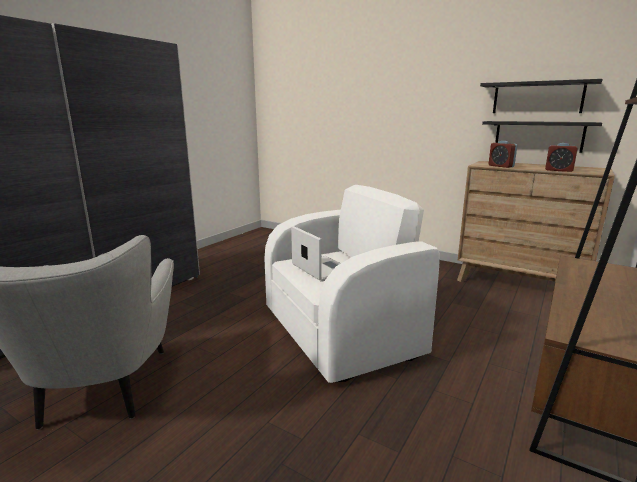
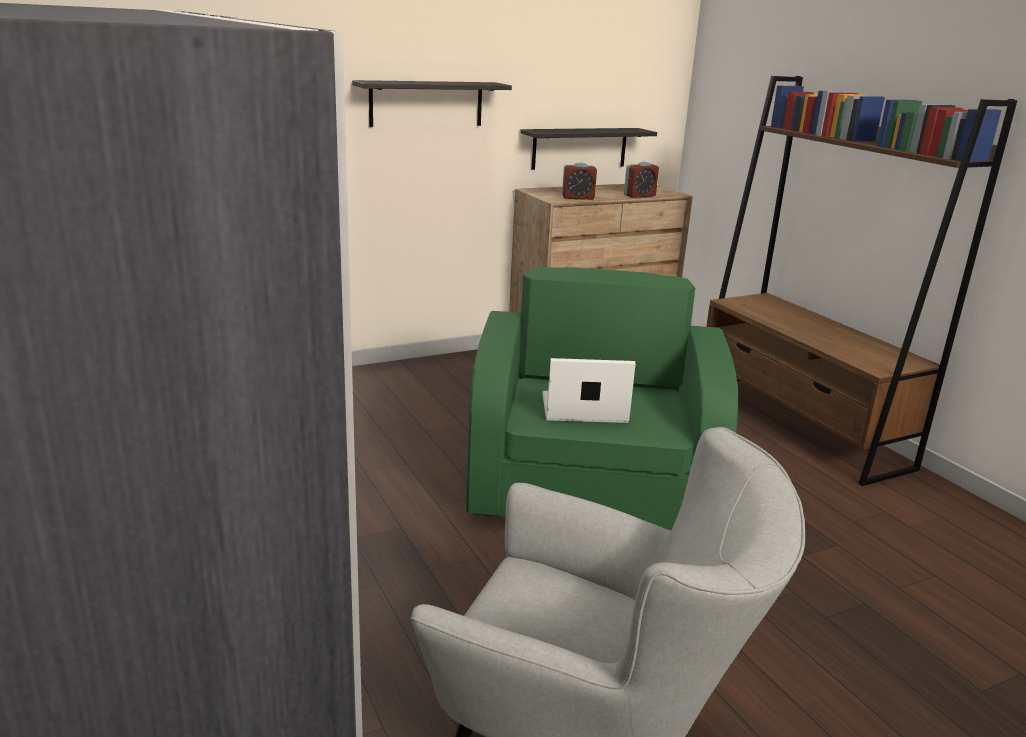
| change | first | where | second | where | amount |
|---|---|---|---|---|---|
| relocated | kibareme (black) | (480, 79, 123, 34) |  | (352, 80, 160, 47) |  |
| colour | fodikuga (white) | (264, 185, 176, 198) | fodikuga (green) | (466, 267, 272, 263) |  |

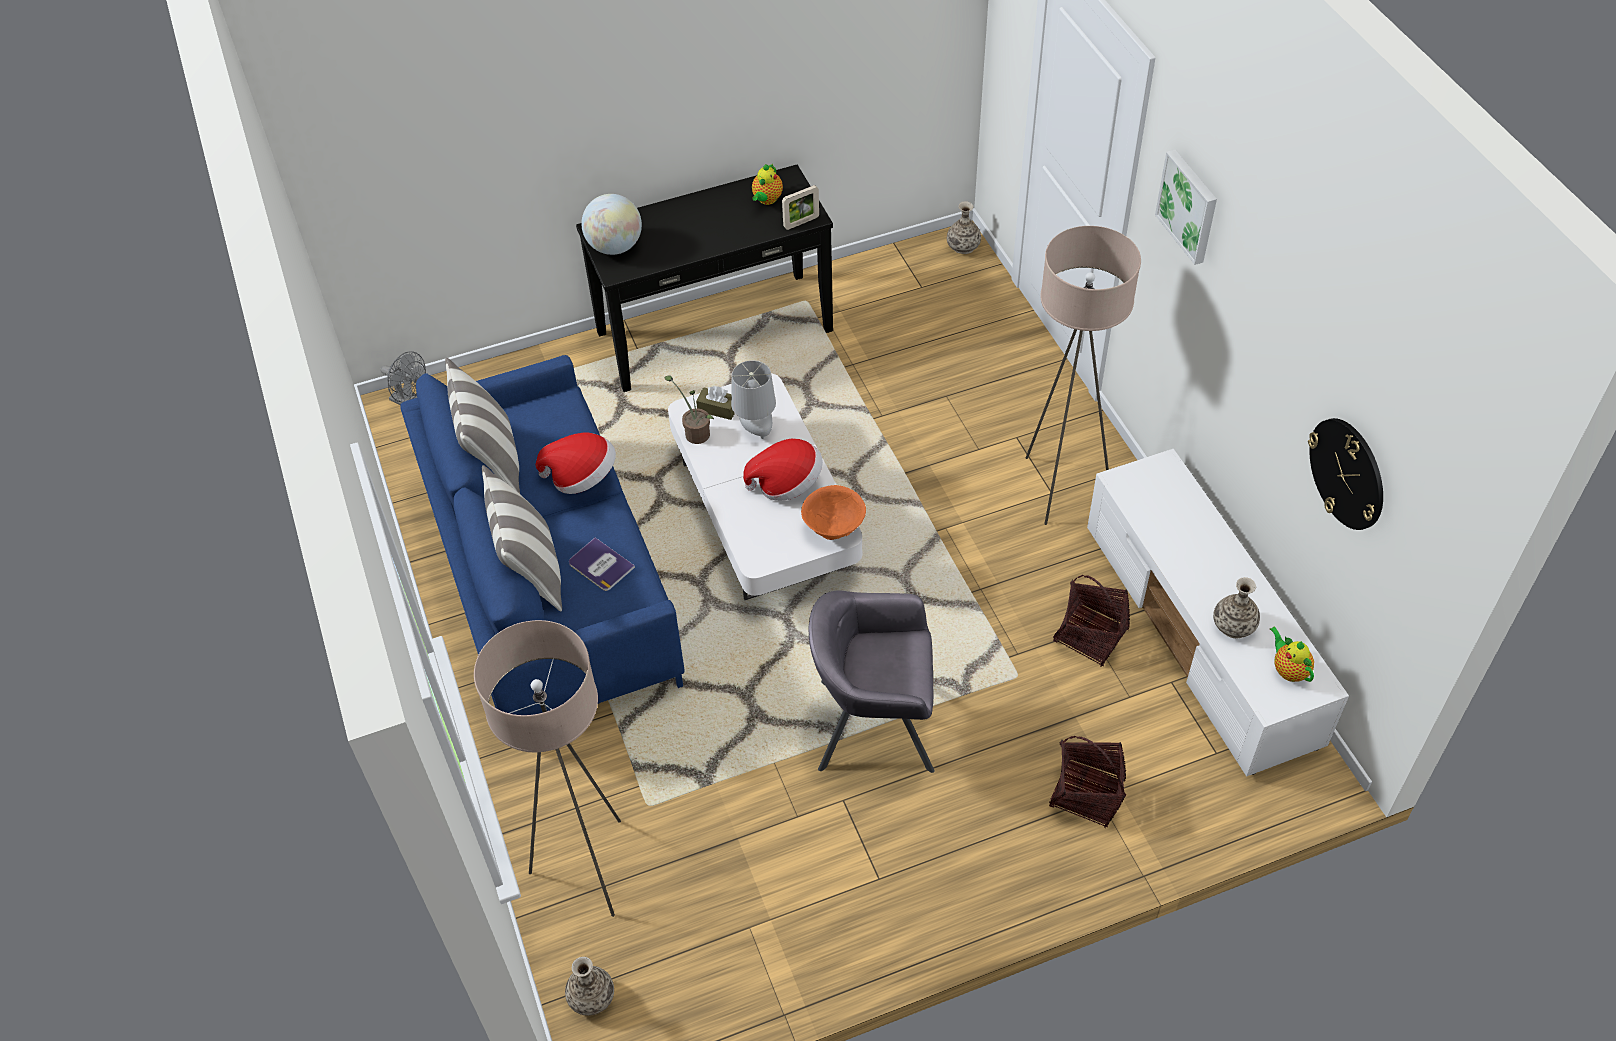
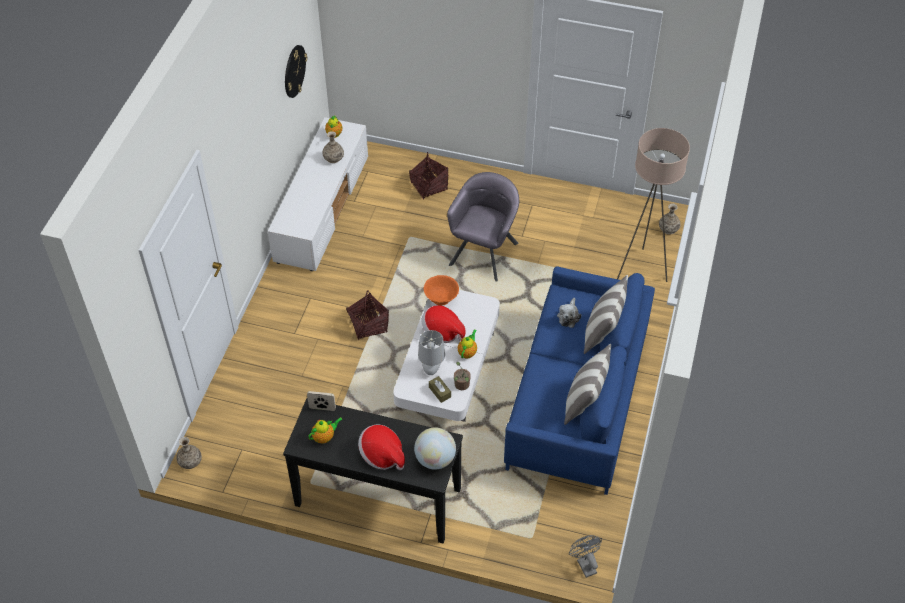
| change | first | where | second | where | amount |
|---|---|---|---|---|---|
| missing | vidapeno | (1155, 150, 62, 115) |  |  |  |
| missing | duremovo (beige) | (1025, 226, 116, 299) |  |  |  |
| relocated | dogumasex | (535, 433, 81, 61) |  | (358, 425, 47, 45) |  |
| exchanged | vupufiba | (569, 538, 66, 53) | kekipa | (557, 298, 24, 30) |  |
| relocated | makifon | (1053, 575, 77, 92) |  | (346, 290, 43, 50) |  |
| spun | fodikuga (grey) | (809, 590, 126, 183) |  | (447, 172, 72, 110) | 105 degrees counterclockwise |
| appeared |  |  | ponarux | (458, 329, 19, 30) |  |

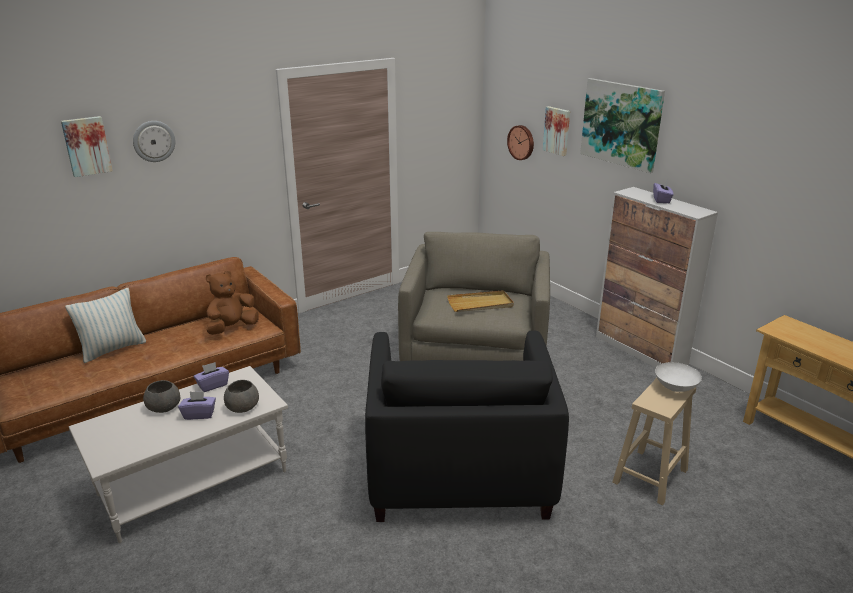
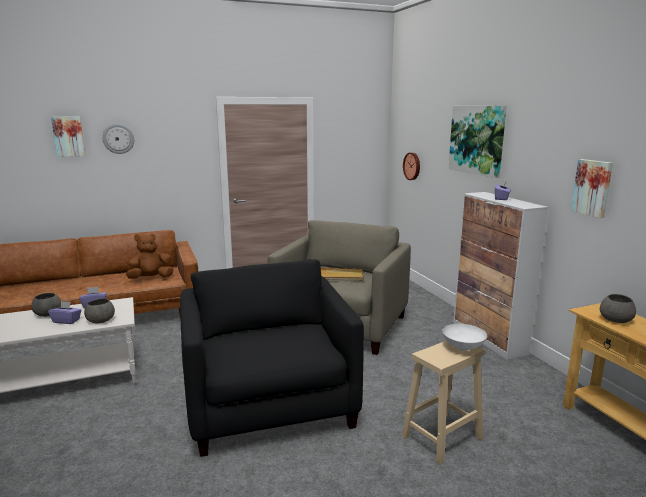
| change | first | where | second | where | amount |
|---|---|---|---|---|---|
| relocated | vidapeno | (543, 106, 27, 50) |  | (571, 159, 42, 59) |  |
| missing | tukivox | (65, 288, 81, 75) |  |  |  |
| spun | fodikuga (black) | (365, 330, 204, 192) |  | (180, 259, 184, 198) | 150 degrees clockwise |
| appeared |  |  | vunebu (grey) | (600, 294, 36, 29) |  |

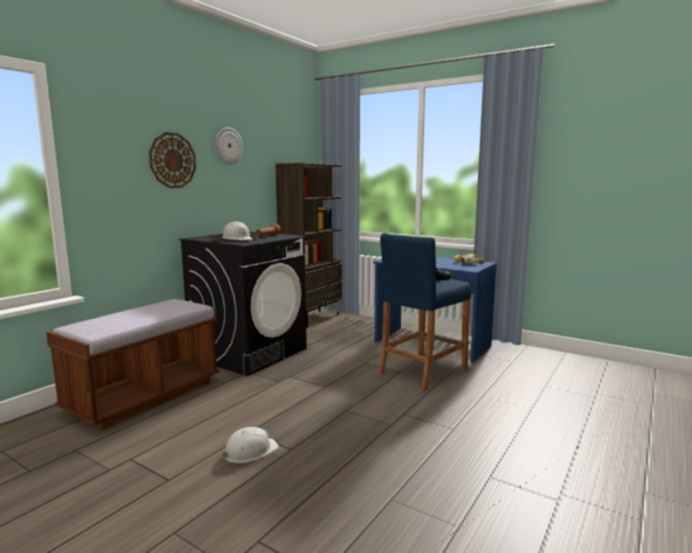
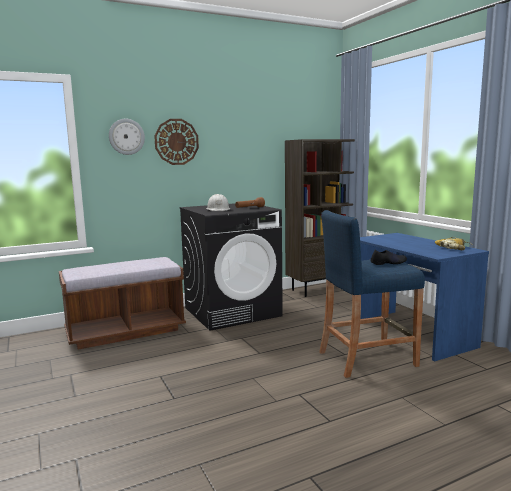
| change | first | where | second | where | amount |
|---|---|---|---|---|---|
| relocated | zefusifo | (215, 127, 28, 37) |  | (109, 119, 36, 36) |  |
| missing | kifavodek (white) | (222, 427, 57, 36) |  |  |  |

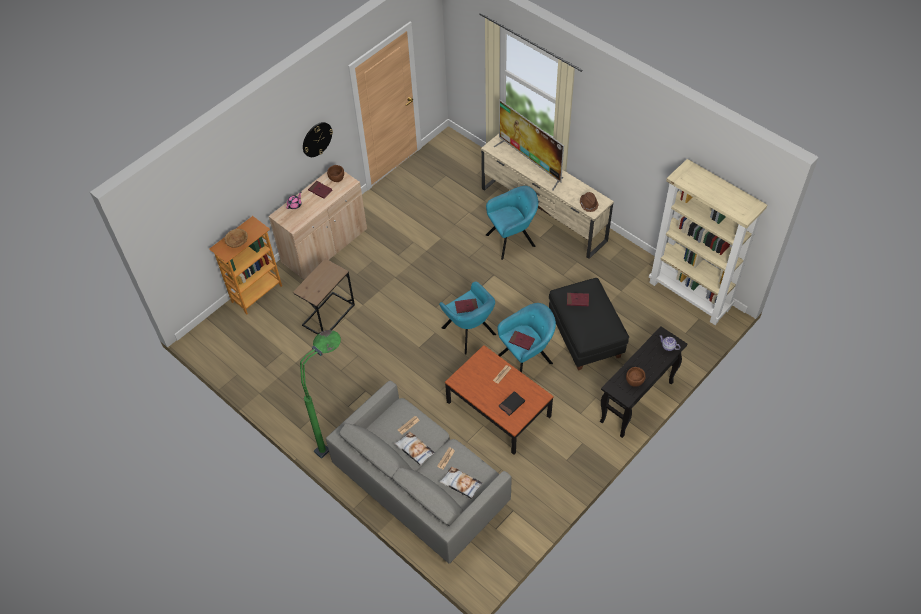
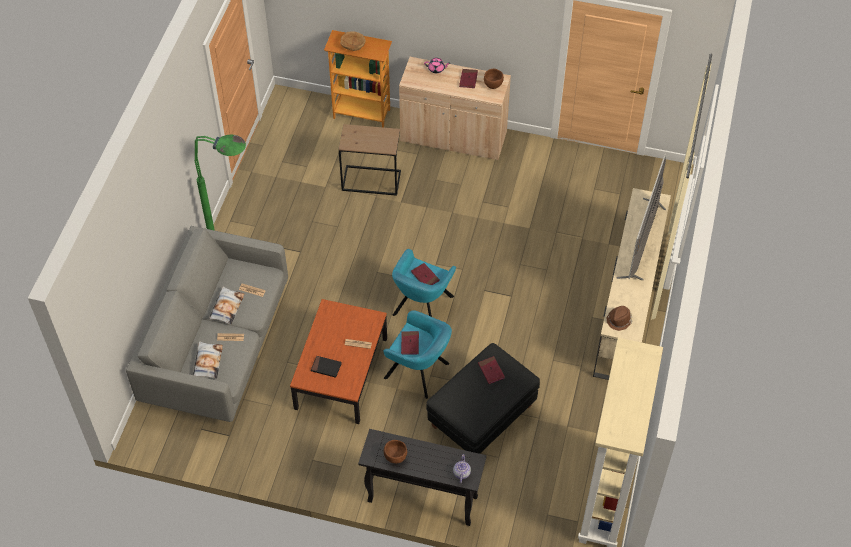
| change | first | where | second | where | amount |
|---|---|---|---|---|---|
| missing | zefusifo | (303, 122, 30, 35) |  |  |  |
| missing | fodikuga (turquoise) | (486, 186, 52, 74) |  |  |  |

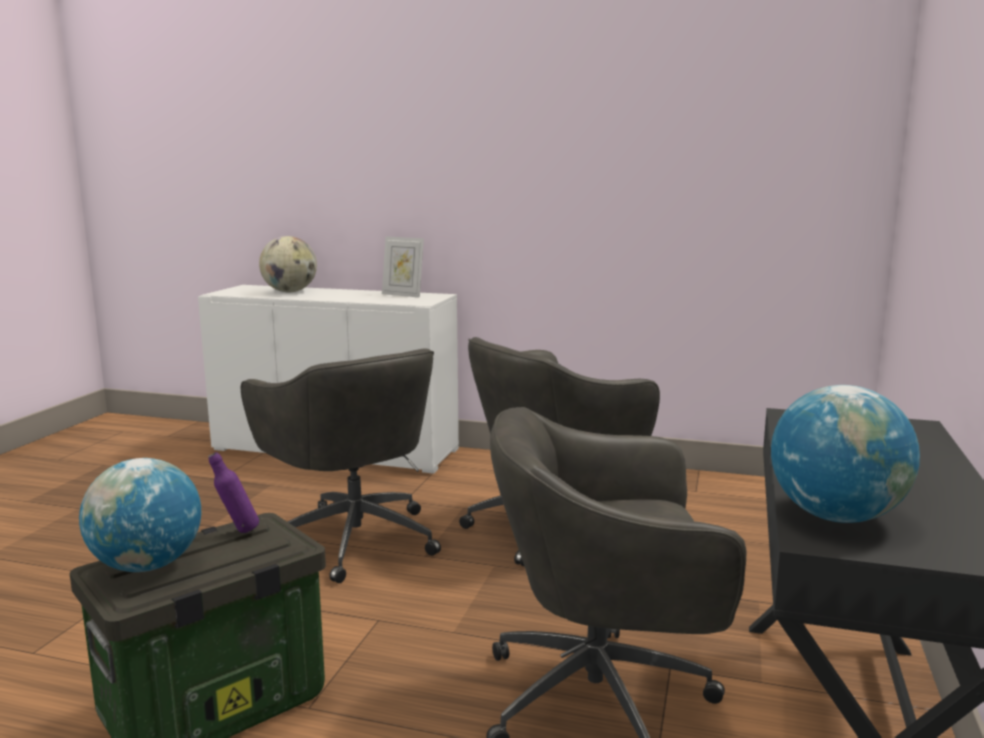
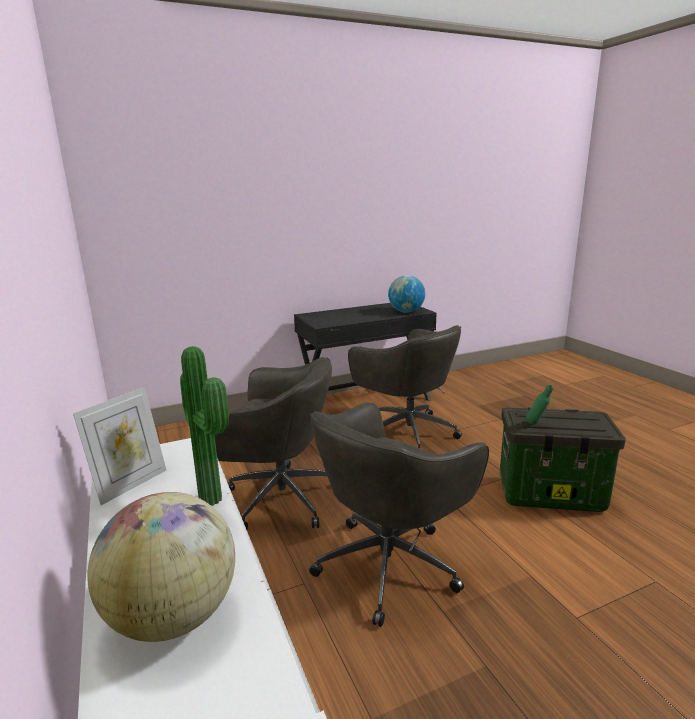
| change | first | where | second | where | amount |
|---|---|---|---|---|---|
| spun | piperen | (382, 236, 42, 62) |  | (73, 387, 93, 118) | 45 degrees clockwise |
| spun | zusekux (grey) | (241, 348, 200, 235) |  | (309, 402, 180, 225) | 150 degrees counterclockwise |
| colour | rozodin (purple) | (208, 452, 51, 81) | rozodin (green) | (526, 385, 27, 40) |  |
| missing | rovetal | (79, 458, 122, 114) |  |  |  |
| appeared |  |  | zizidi | (180, 346, 49, 160) |  |

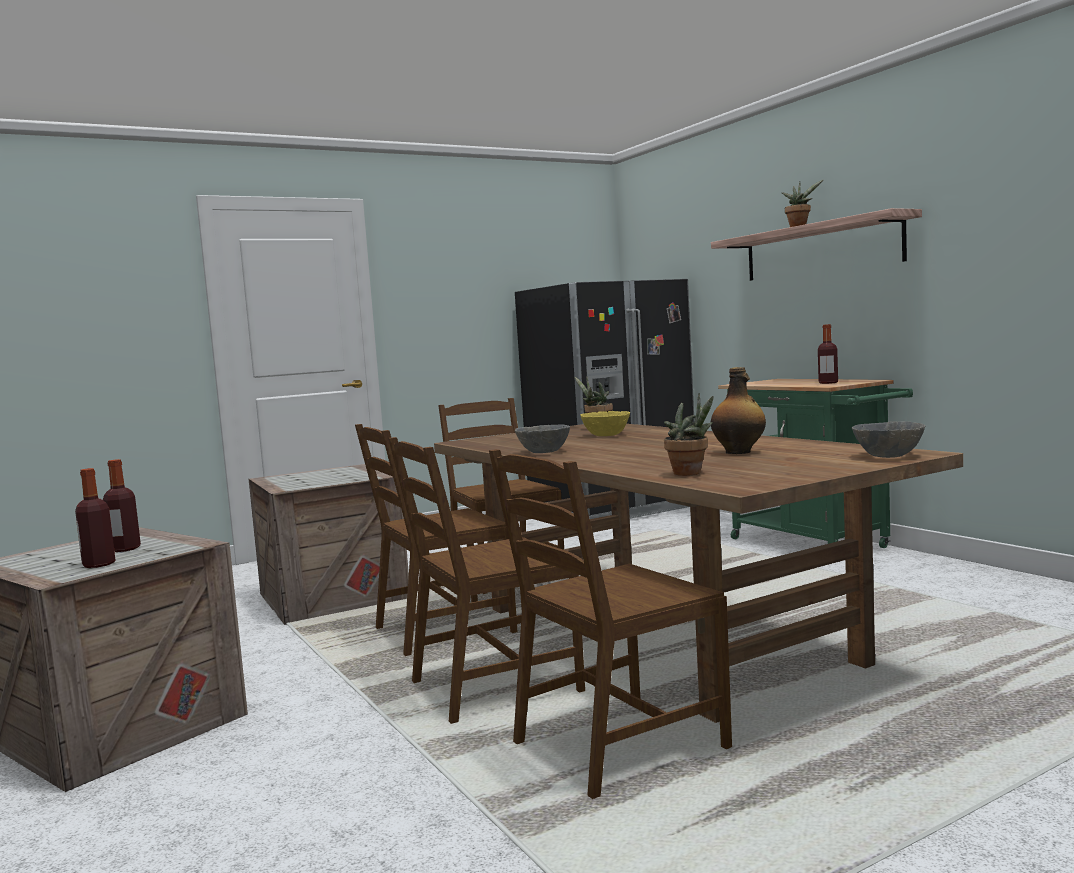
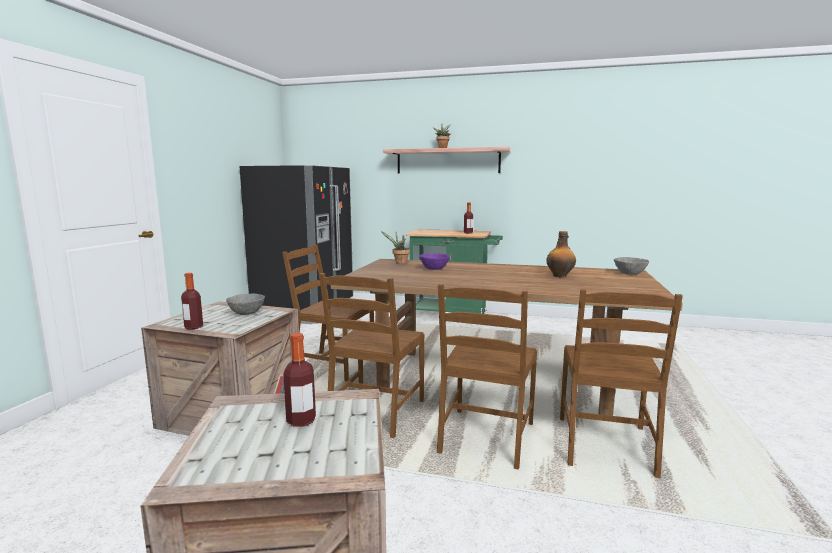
| change | first | where | second | where | amount |
|---|---|---|---|---|---|
| missing | zizidi | (664, 393, 50, 83) |  |  |  |
| colour | vunebu (yellow) | (580, 411, 50, 25) | vunebu (purple) | (419, 253, 31, 17) |  |
| relocated | vunebu (grey) | (515, 425, 55, 28) |  | (226, 294, 39, 21) |  |
| relocated | rozodin | (75, 468, 40, 100) |  | (181, 273, 22, 57) |  |

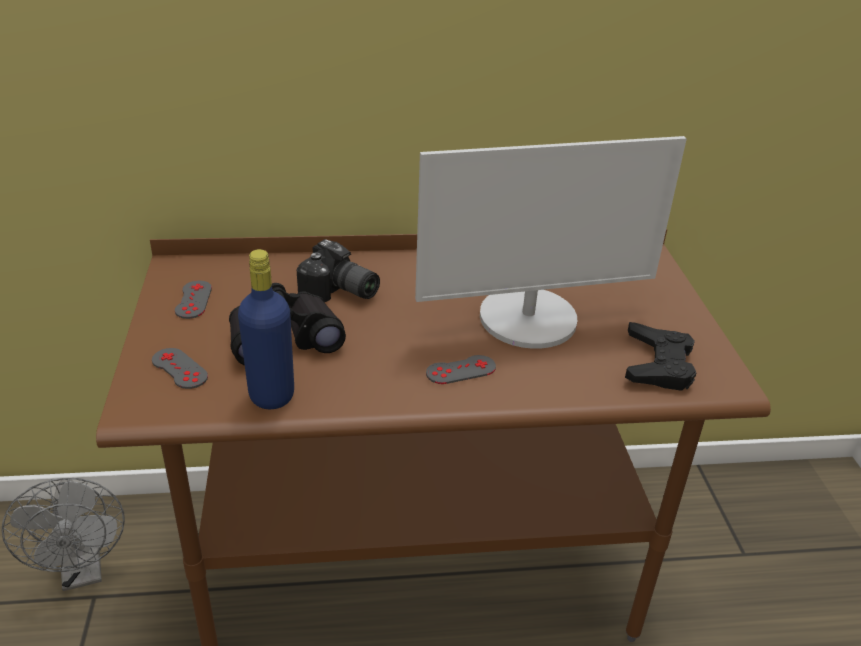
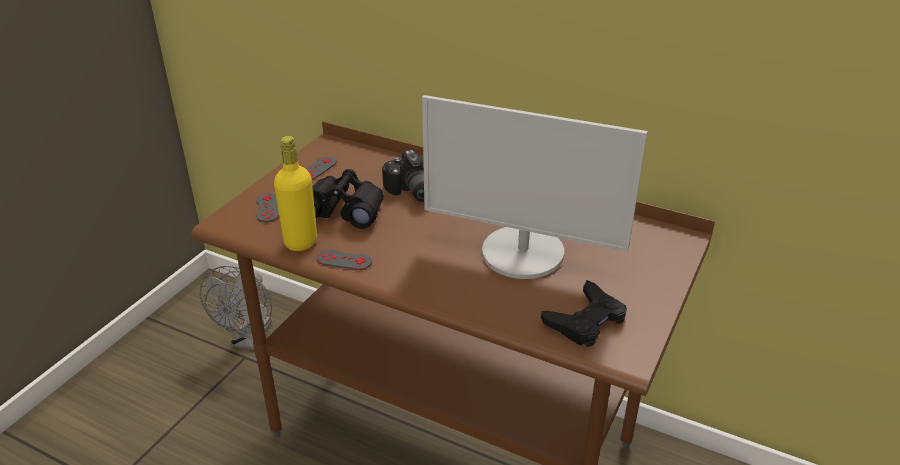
| change | first | where | second | where | amount |
|---|---|---|---|---|---|
| colour | rozodin (blue) | (238, 249, 56, 160) | rozodin (yellow) | (274, 136, 43, 115) |  |
| relocated | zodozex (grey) | (426, 355, 70, 29) |  | (317, 249, 55, 21) |  |

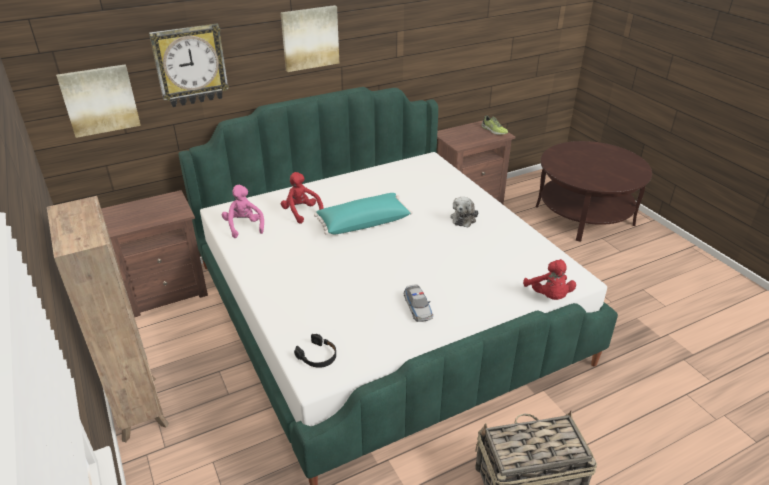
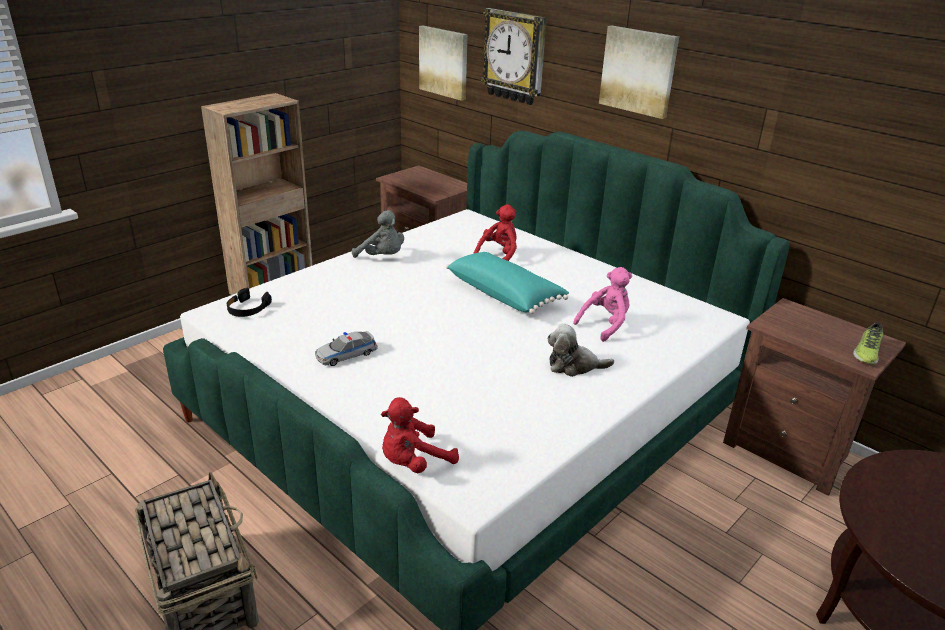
| change | first | where | second | where | amount |
|---|---|---|---|---|---|
| relocated | kekipa (pink) | (222, 185, 42, 53) |  | (573, 267, 59, 75) |  |
| appeared |  |  | kekipa (grey) | (352, 210, 52, 48) |  |

